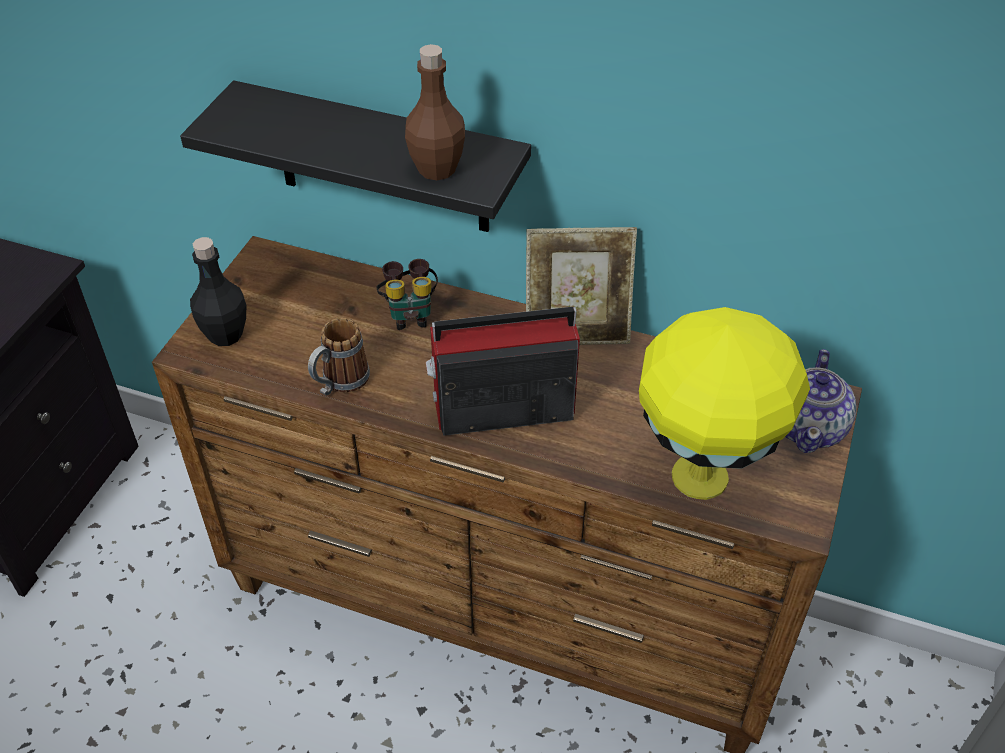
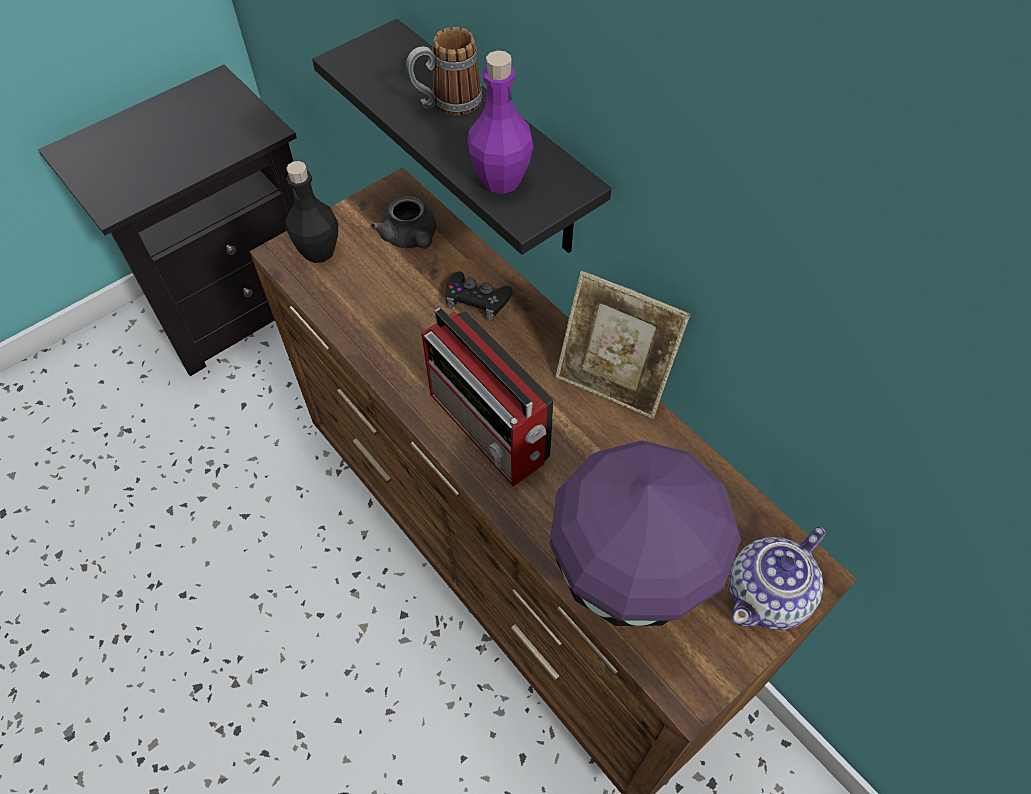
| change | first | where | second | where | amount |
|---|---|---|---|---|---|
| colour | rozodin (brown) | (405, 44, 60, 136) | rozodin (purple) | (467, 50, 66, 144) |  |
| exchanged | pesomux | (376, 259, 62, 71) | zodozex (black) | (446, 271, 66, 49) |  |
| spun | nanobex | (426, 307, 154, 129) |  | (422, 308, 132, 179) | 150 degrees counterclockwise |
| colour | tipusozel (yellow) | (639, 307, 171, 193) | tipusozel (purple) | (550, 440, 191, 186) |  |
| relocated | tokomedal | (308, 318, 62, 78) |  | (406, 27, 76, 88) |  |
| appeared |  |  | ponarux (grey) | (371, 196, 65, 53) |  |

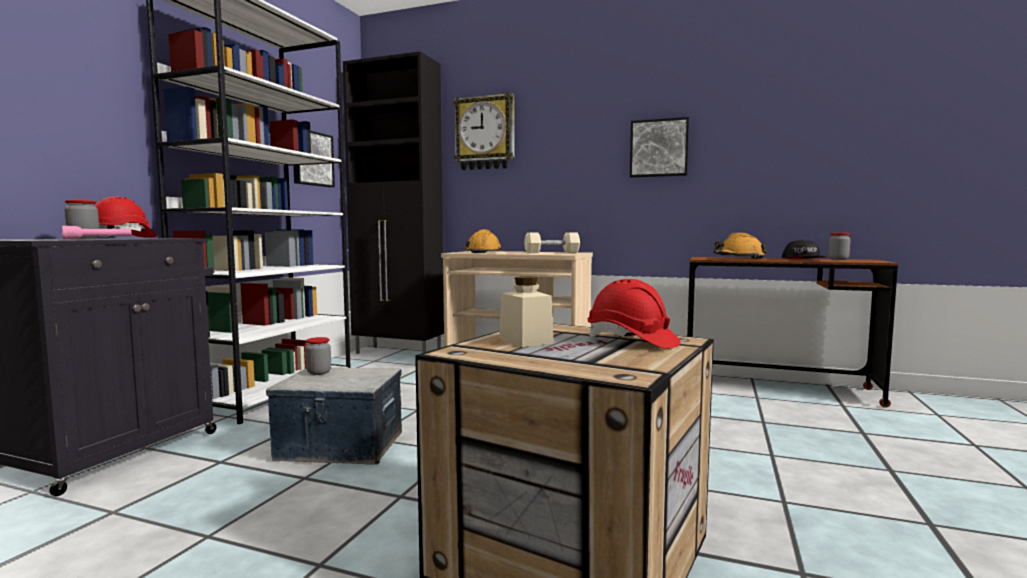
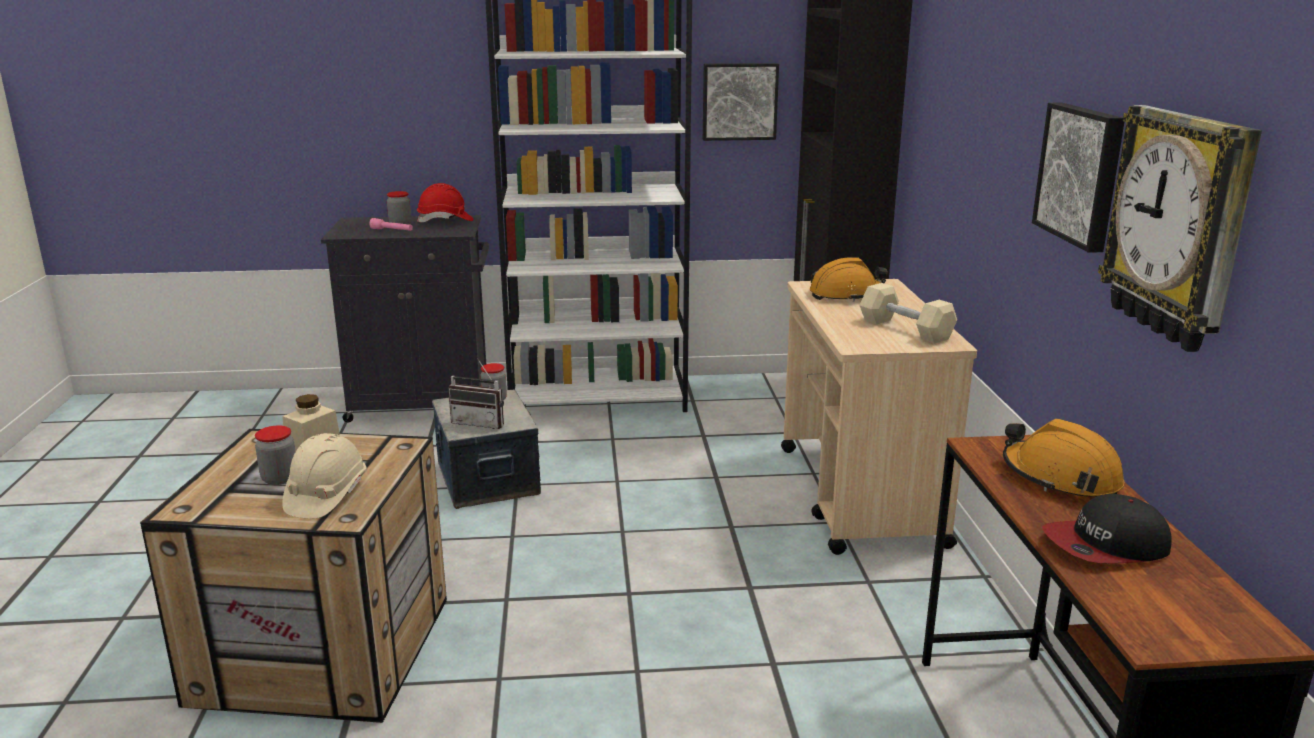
| change | first | where | second | where | amount |
|---|---|---|---|---|---|
| relocated | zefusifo | (453, 93, 61, 77) |  | (1098, 105, 164, 247) |  |
| relocated | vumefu | (828, 233, 23, 27) |  | (255, 425, 40, 60) |  |
| colour | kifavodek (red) | (588, 279, 92, 70) | kifavodek (beige) | (282, 433, 85, 86) |  |
| appeared |  |  | nanobex | (448, 358, 56, 71) |  |

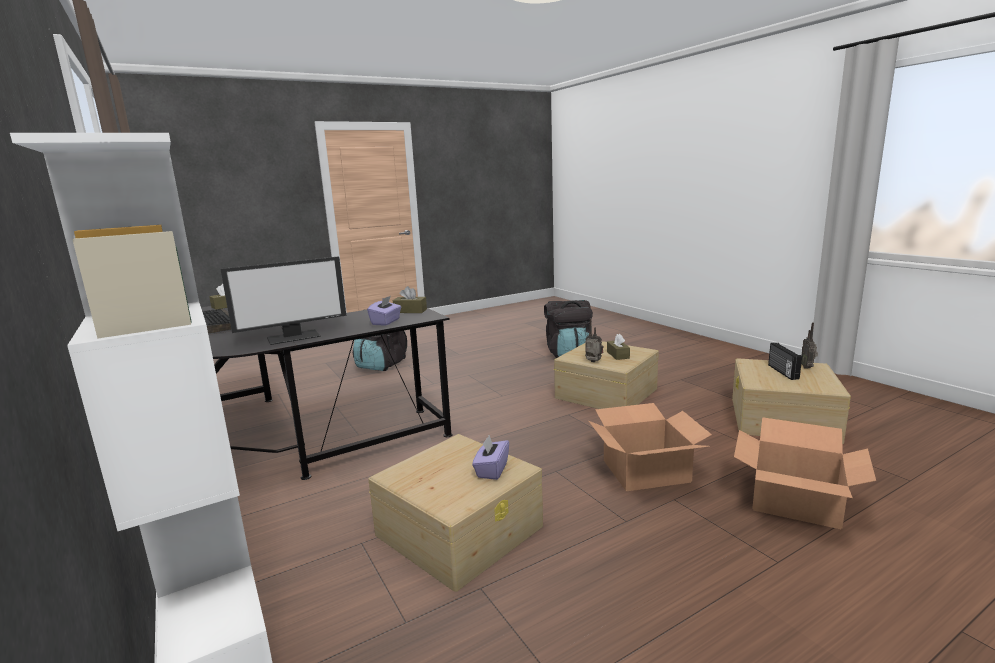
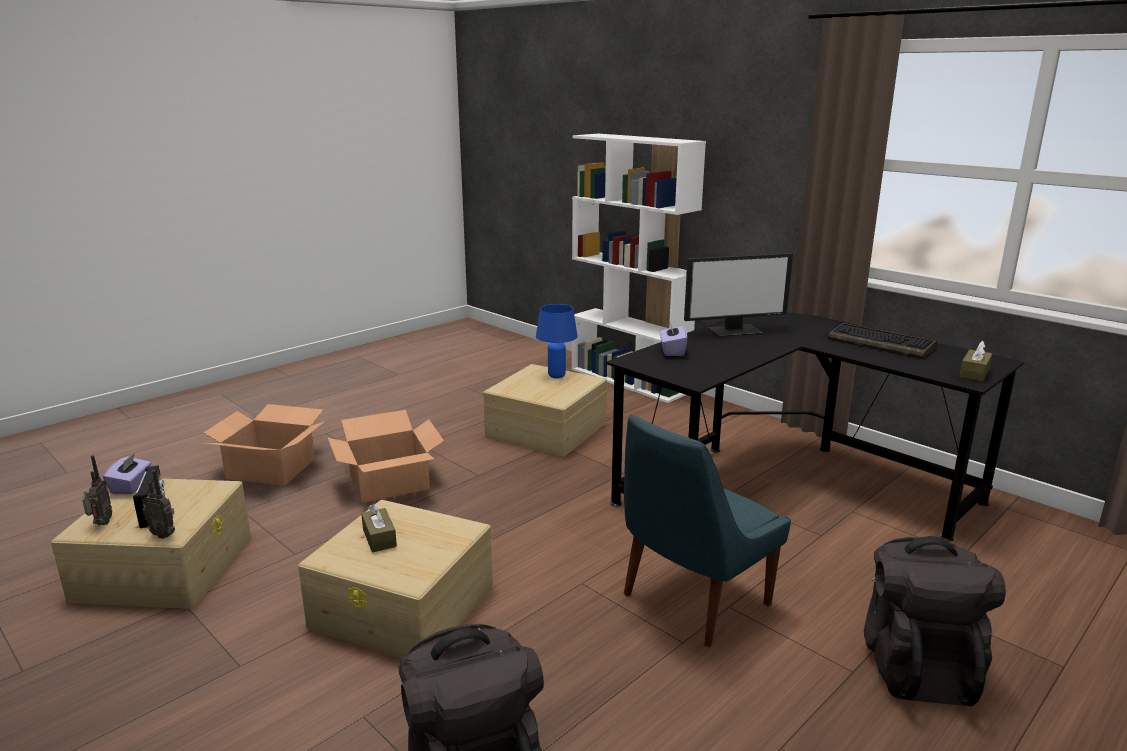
| change | first | where | second | where | amount |
|---|---|---|---|---|---|
| spun | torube | (220, 256, 126, 89) |  | (684, 253, 109, 84) | 150 degrees counterclockwise |
| missing | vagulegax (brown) | (393, 286, 34, 27) |  |  |  |
| relocated | nanobex | (585, 319, 19, 43) |  | (142, 470, 33, 69) |  |
| relocated | vagulegax (purple) | (472, 435, 37, 45) |  | (103, 453, 48, 41) |  |
| appeared |  |  | tipusozel (blue) | (536, 304, 42, 74) |  |
| appeared |  |  | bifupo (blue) | (624, 414, 167, 234) |  |

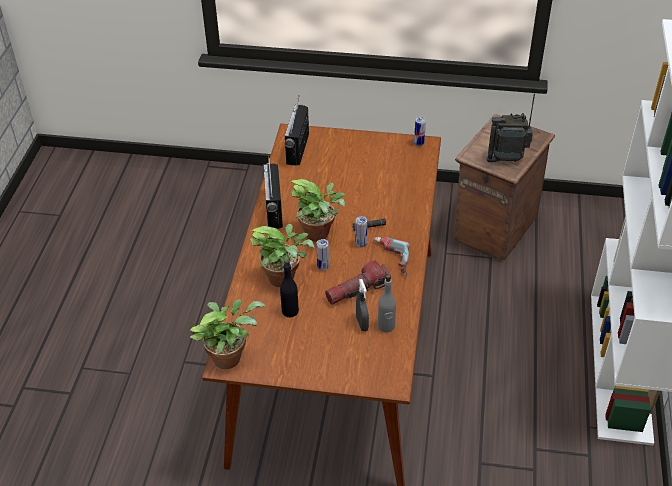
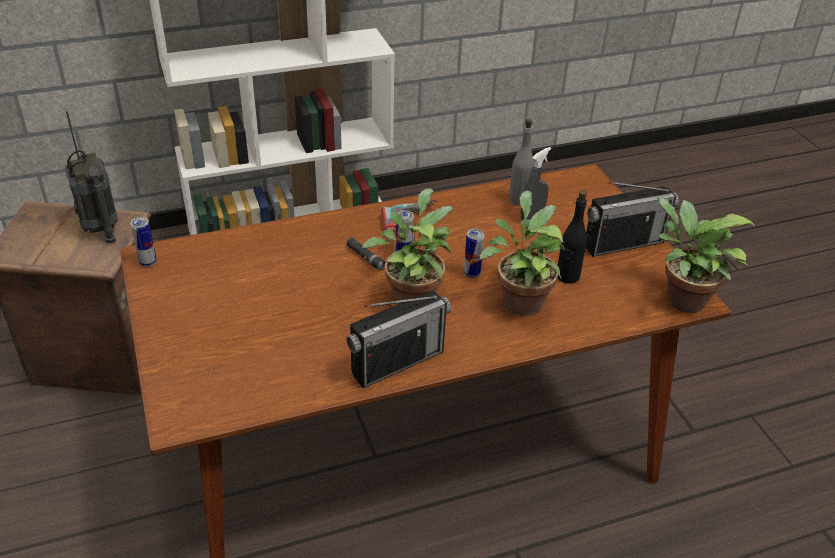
| change | first | where | second | where | amount |
|---|---|---|---|---|---|
| relocated | nanobex | (285, 95, 24, 71) |  | (586, 182, 93, 75) |  |
| missing | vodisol | (325, 260, 65, 45) |  |  |  |

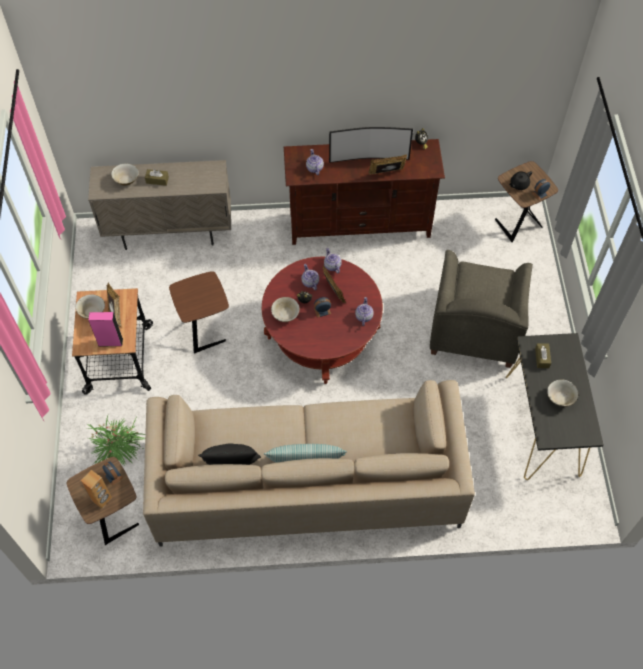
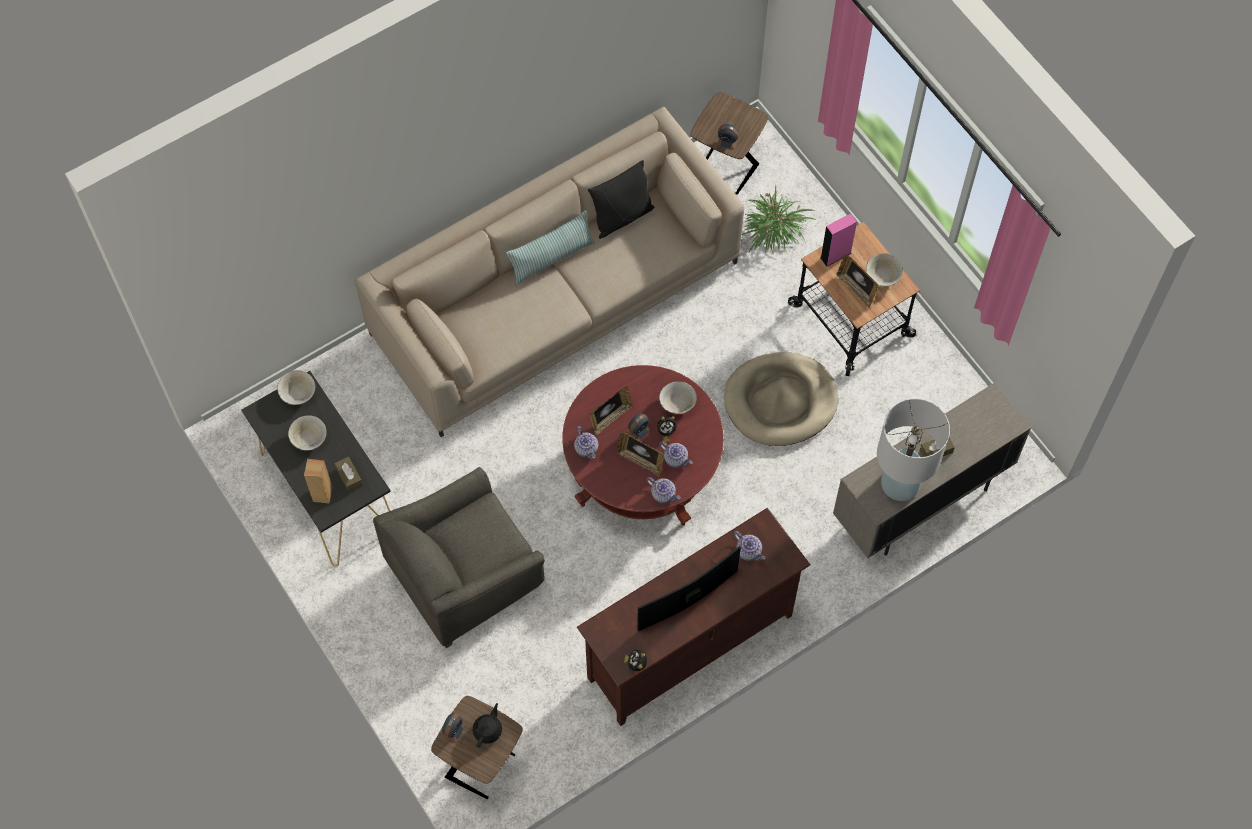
| change | first | where | second | where | amount |
|---|---|---|---|---|---|
| relocated | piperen | (368, 154, 39, 21) |  | (590, 386, 43, 50) |  |
| relocated | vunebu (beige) | (111, 164, 28, 22) |  | (277, 370, 38, 35) |  |
| spun | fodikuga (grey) | (430, 250, 103, 118) |  | (373, 467, 172, 181) | 105 degrees counterclockwise |
| exchanged | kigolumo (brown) | (169, 271, 60, 83) | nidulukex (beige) | (724, 352, 115, 94) |  |
| relocated | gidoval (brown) | (81, 470, 31, 39) |  | (304, 459, 29, 45) |  |
| appeared |  |  | tipusozel (white) | (877, 398, 73, 103) |  |

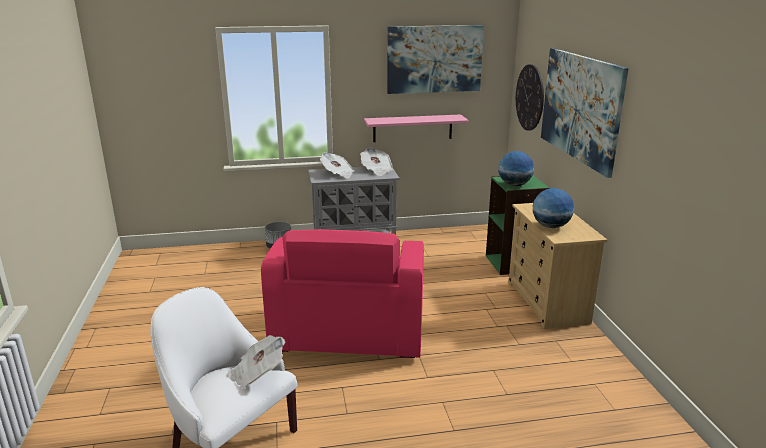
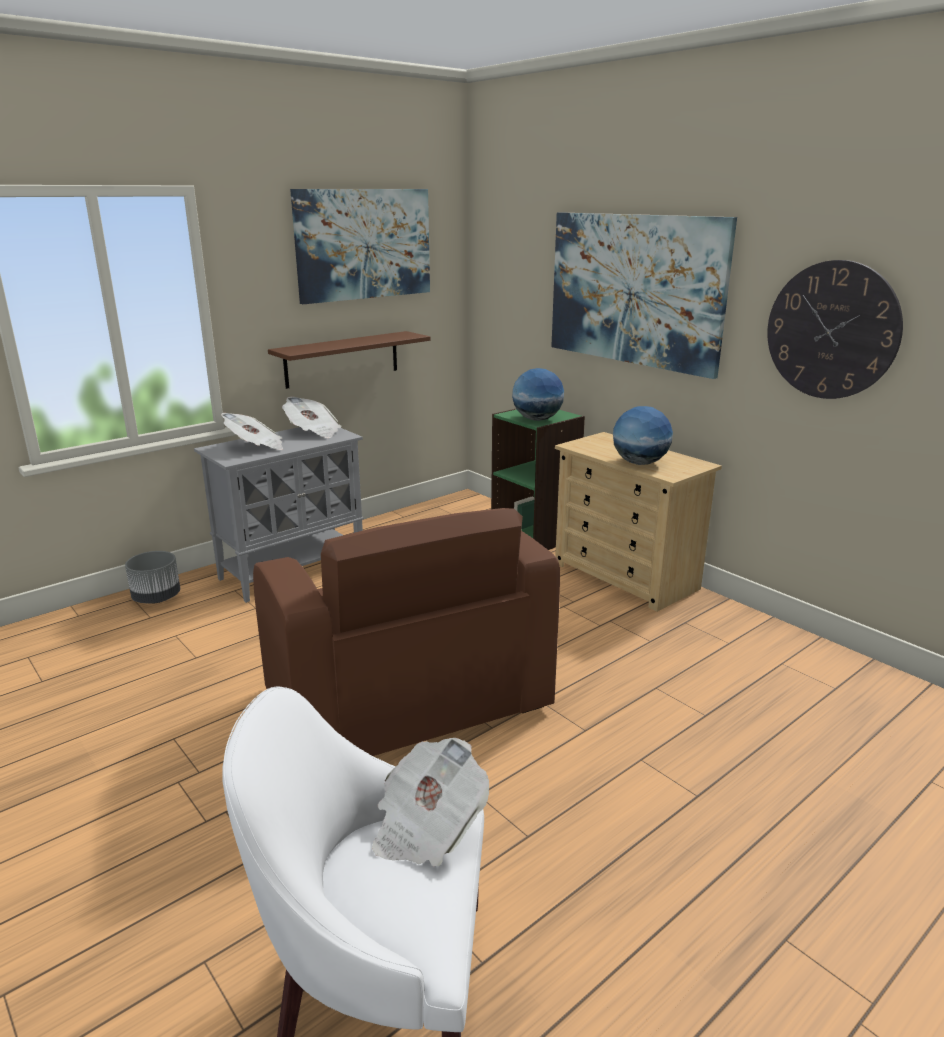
| change | first | where | second | where | amount |
|---|---|---|---|---|---|
| relocated | zefusifo | (516, 64, 28, 67) |  | (767, 260, 136, 139) |  |
| colour | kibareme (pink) | (364, 114, 105, 28) | kibareme (brown) | (268, 331, 163, 58) |  |
| colour | fodikuga (pink) | (261, 229, 163, 129) | fodikuga (brown) | (253, 508, 307, 248) |  |

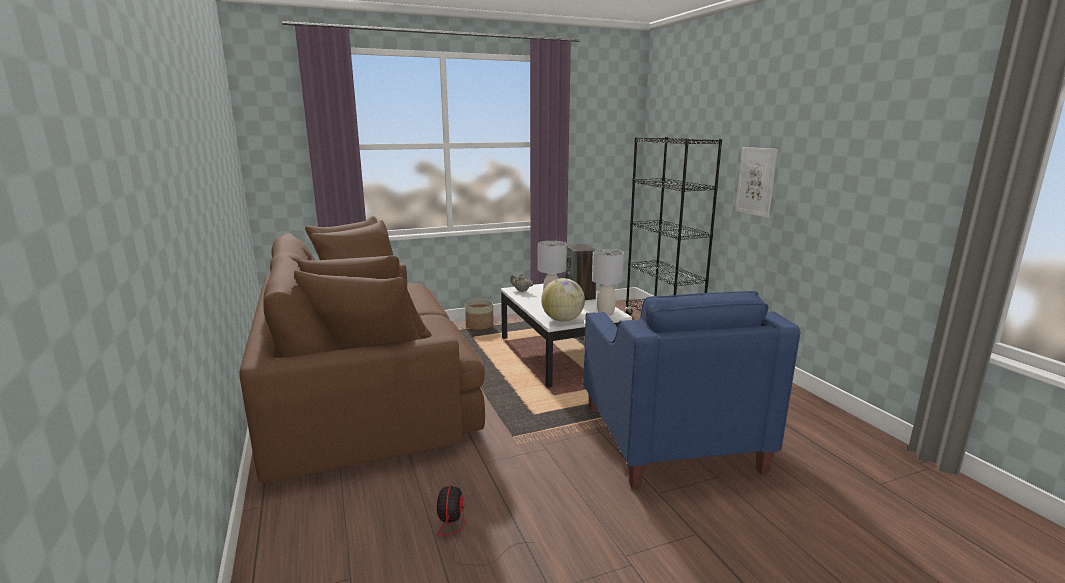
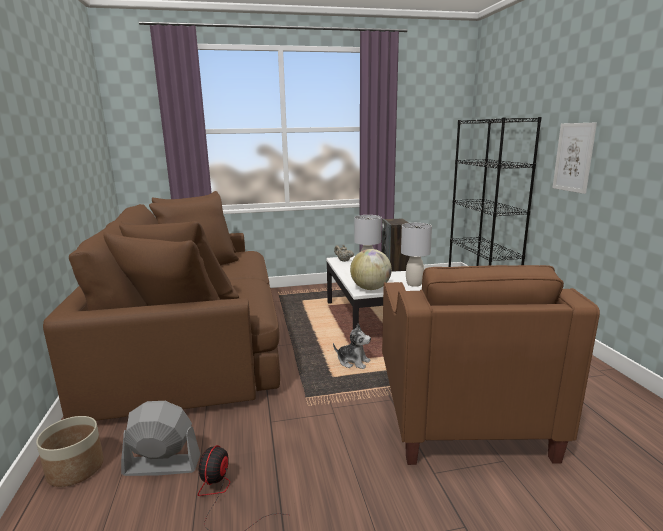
| change | first | where | second | where | amount |
|---|---|---|---|---|---|
| colour | fodikuga (blue) | (583, 291, 217, 198) | fodikuga (brown) | (382, 265, 218, 200) |  |
| relocated | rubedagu | (465, 299, 29, 31) |  | (36, 416, 68, 71) |  |
| appeared |  |  | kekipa | (333, 323, 38, 46) |  |
| appeared |  |  | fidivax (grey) | (121, 401, 79, 75) |  |

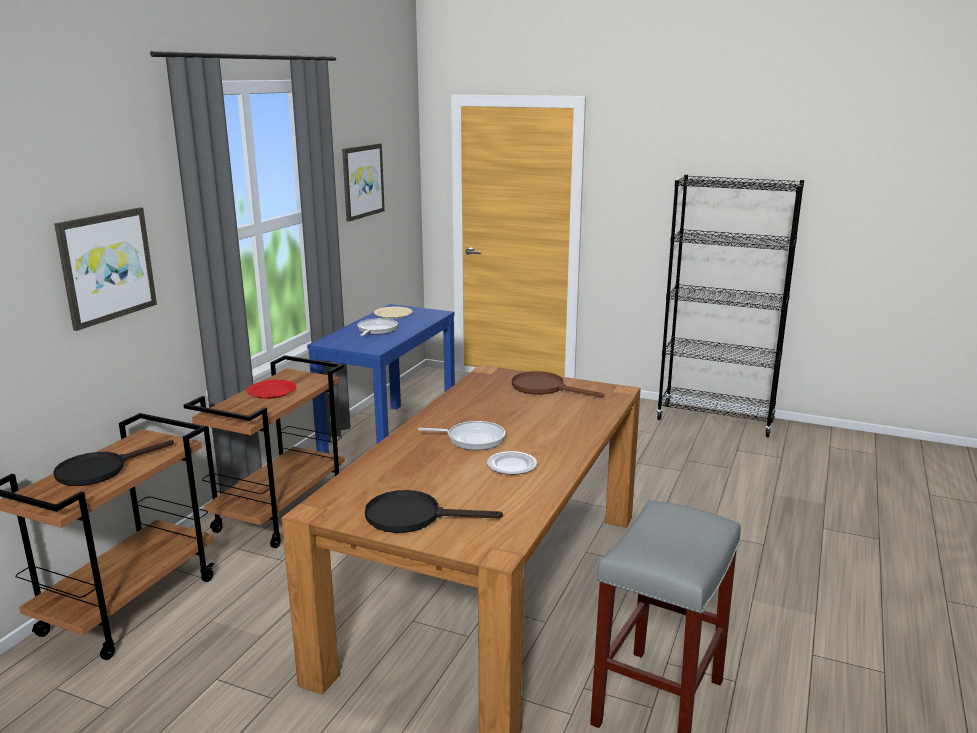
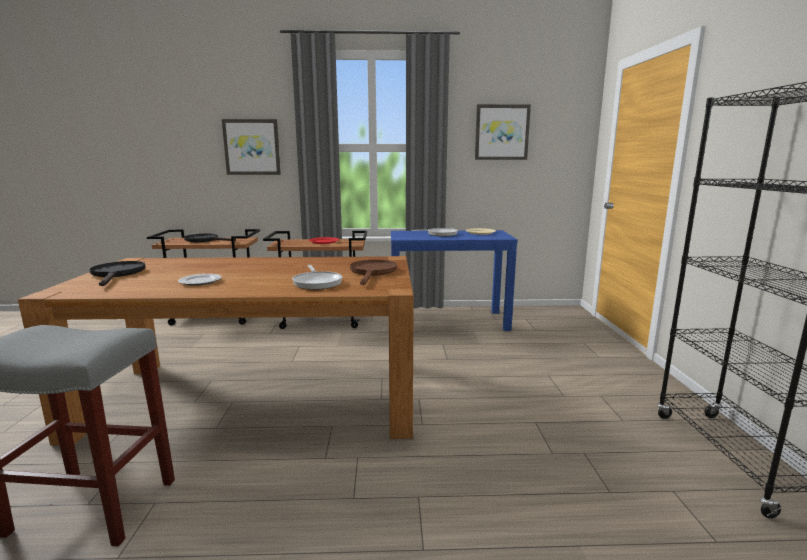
| change | first | where | second | where | amount |
|---|---|---|---|---|---|
| relocated | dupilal | (418, 421, 87, 29) |  | (292, 265, 50, 25) |  |

